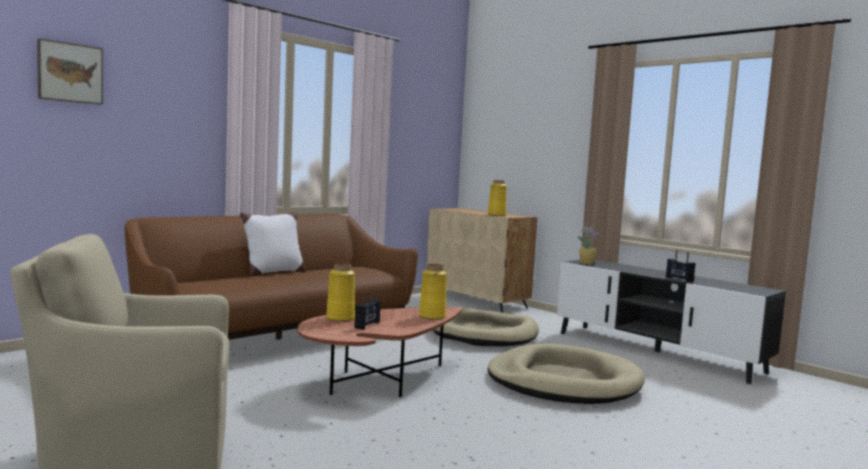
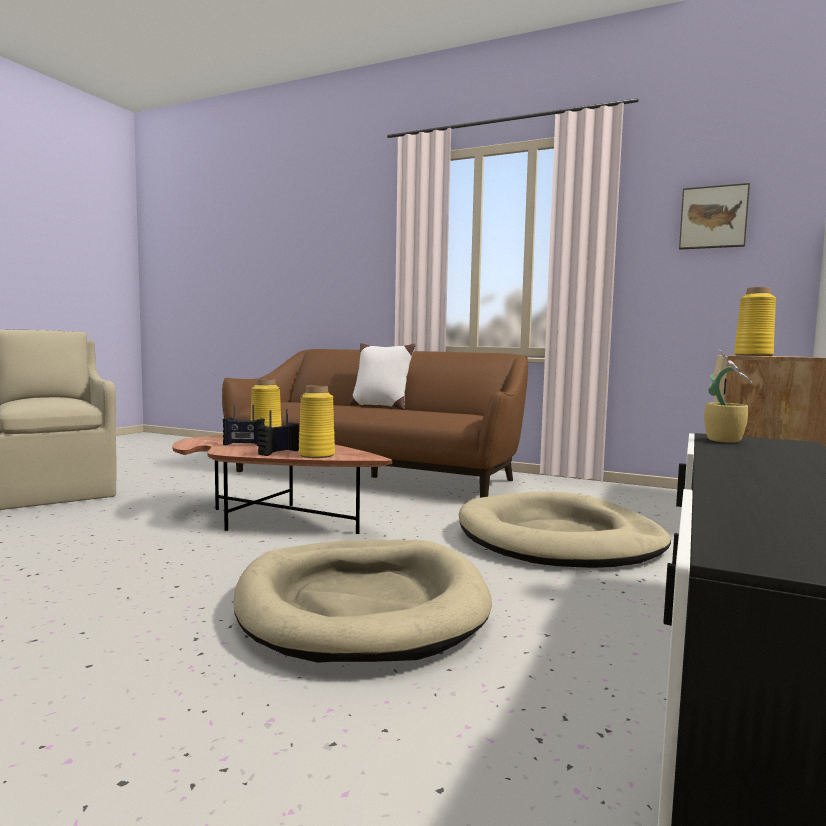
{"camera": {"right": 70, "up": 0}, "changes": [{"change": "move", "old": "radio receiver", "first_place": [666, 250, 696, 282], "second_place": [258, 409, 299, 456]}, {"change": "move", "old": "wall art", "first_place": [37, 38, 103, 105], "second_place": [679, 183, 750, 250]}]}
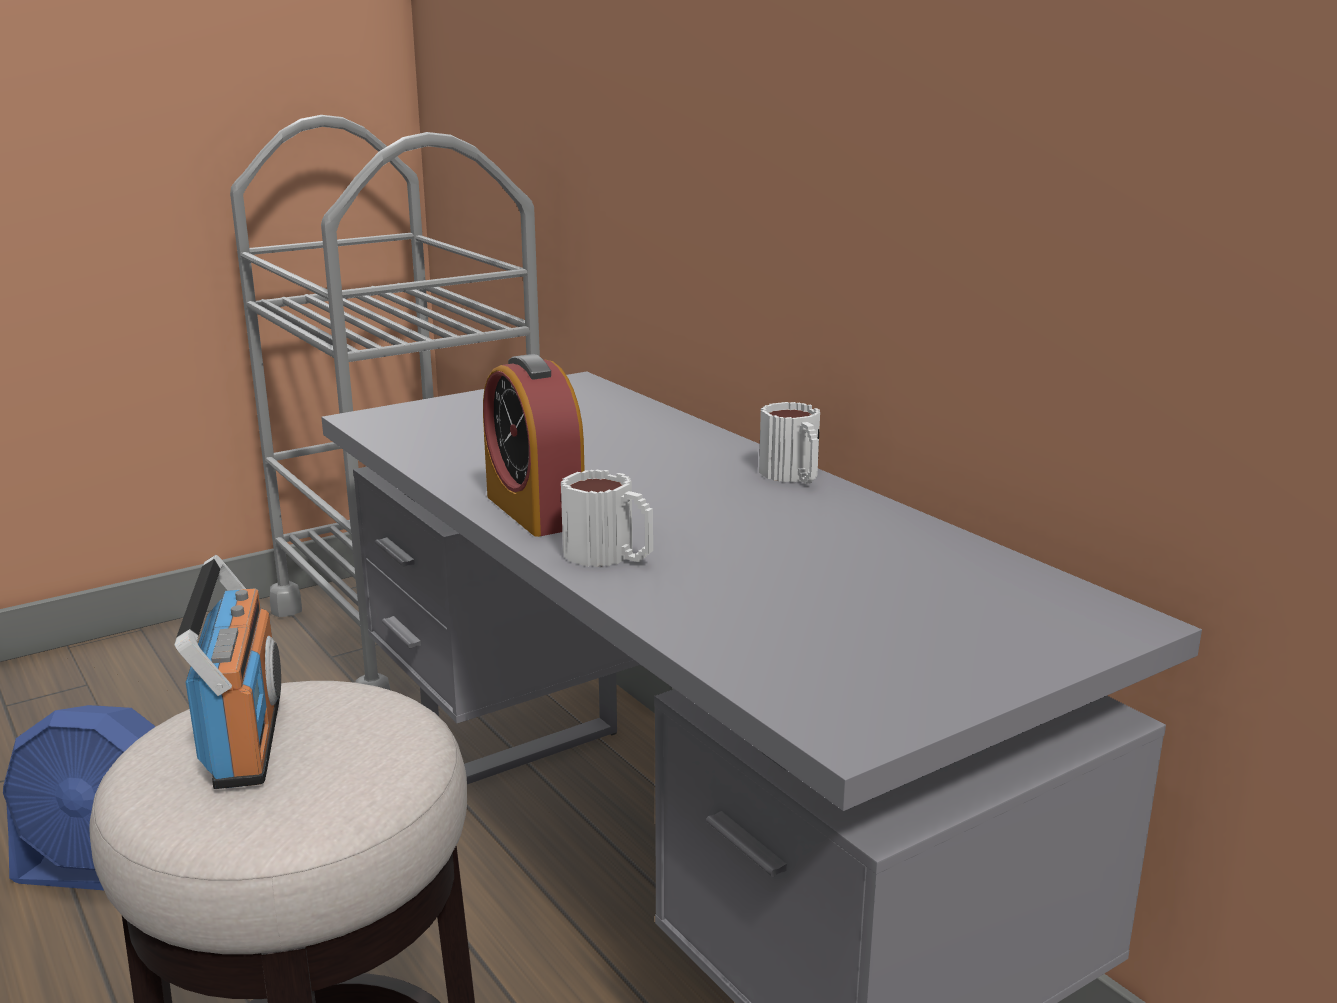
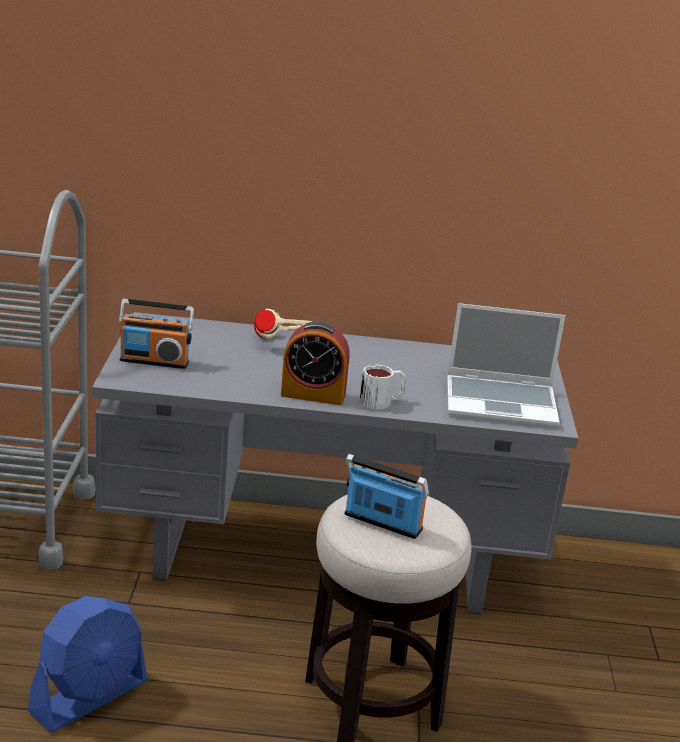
{"camera": {"right": -55, "up": 5}, "changes": [{"change": "insert", "new": "radio receiver", "second_place": [119, 299, 194, 369]}, {"change": "insert", "new": "beige-coloured headphones", "second_place": [254, 308, 312, 339]}, {"change": "insert", "new": "notebook computer", "second_place": [447, 303, 566, 428]}, {"change": "delete", "old": "mug", "first_place": [759, 402, 820, 484]}]}
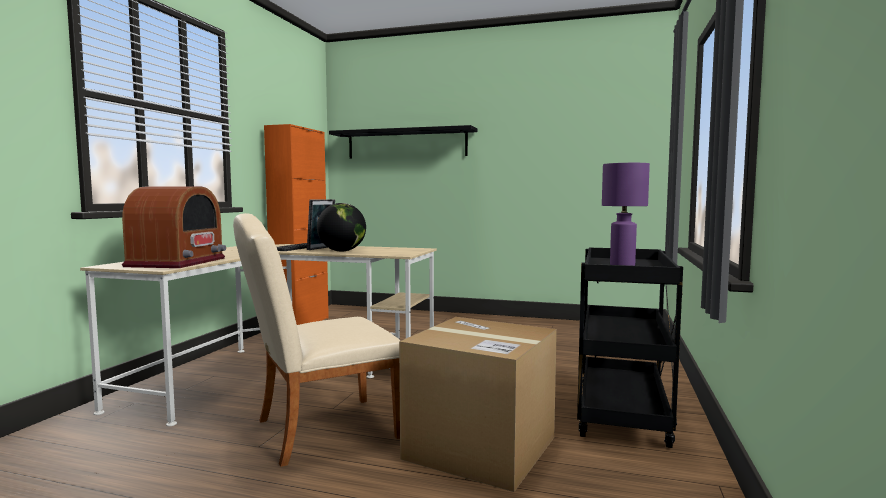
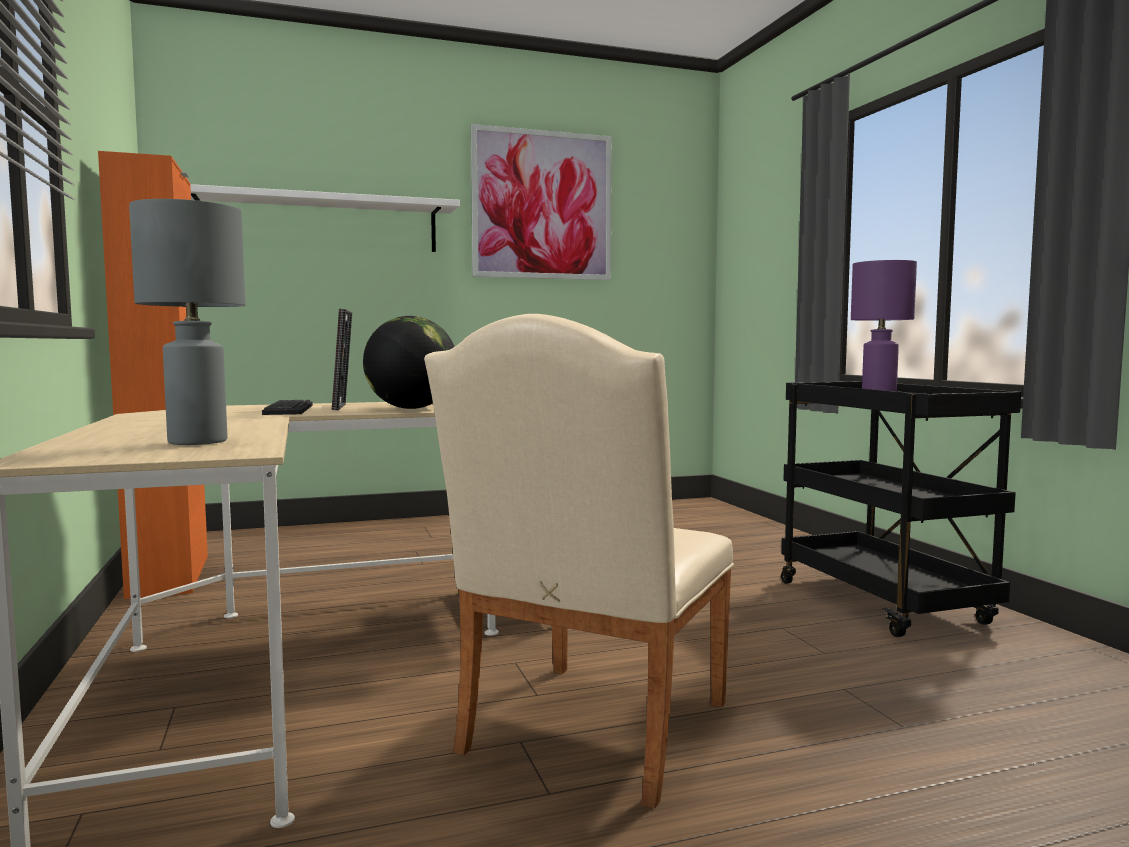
{"camera": {"right": -35, "up": 0}, "changes": [{"change": "replace", "old": "radio receiver", "new": "greyish table lamp", "first_place": [122, 186, 226, 268], "second_place": [129, 199, 245, 445]}, {"change": "recolor", "old": "black-coloured shelf", "new": "white-coloured shelf", "first_place": [329, 125, 477, 159], "second_place": [190, 184, 460, 252]}, {"change": "insert", "new": "wall art", "second_place": [471, 124, 612, 280]}, {"change": "delete", "old": "carton", "first_place": [399, 317, 557, 492]}]}
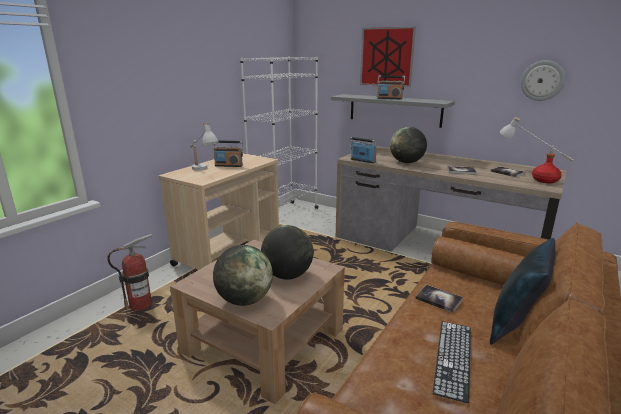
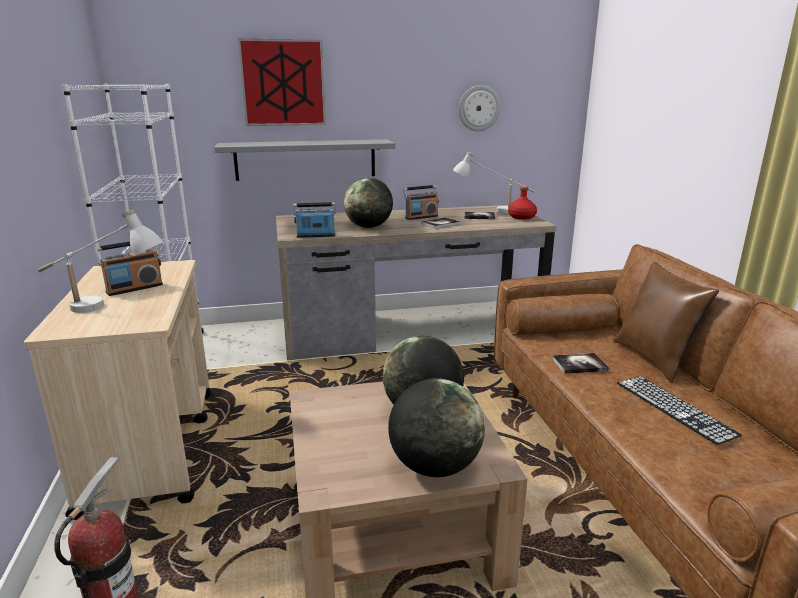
{"camera": {"right": -45, "up": 0}, "changes": [{"change": "move", "old": "radio receiver", "first_place": [377, 75, 405, 99], "second_place": [403, 185, 439, 220]}, {"change": "recolor", "old": "blue-coloured throw pillow", "new": "brownish throw pillow", "first_place": [490, 238, 555, 345], "second_place": [613, 262, 719, 383]}]}
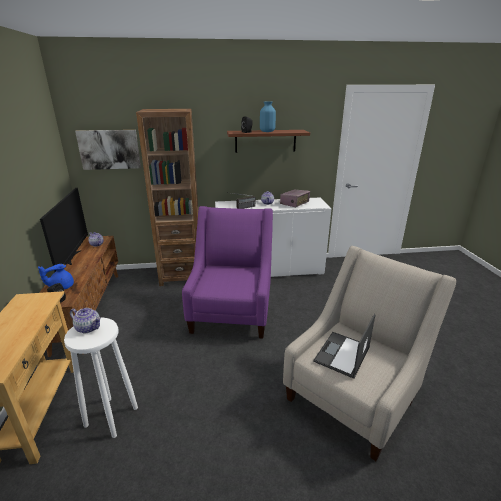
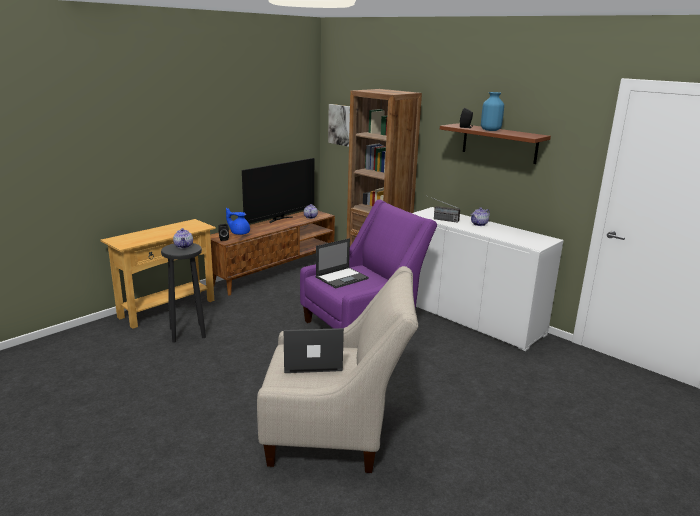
{"camera": {"right": 50, "up": -5}, "changes": [{"change": "recolor", "old": "white-coloured stool", "new": "black-coloured stool", "first_place": [64, 318, 138, 438], "second_place": [161, 243, 206, 343]}, {"change": "insert", "new": "notebook computer", "second_place": [316, 238, 369, 288]}, {"change": "delete", "old": "radio receiver", "first_place": [280, 189, 310, 207]}]}
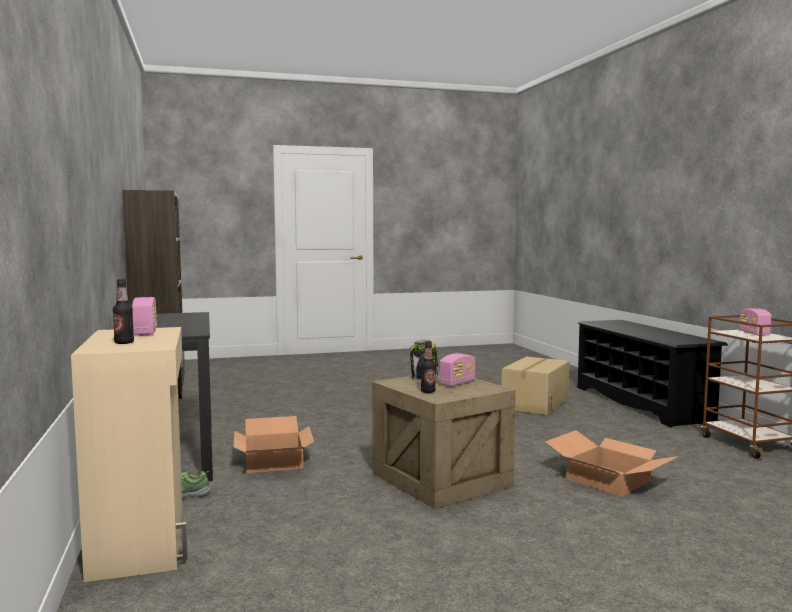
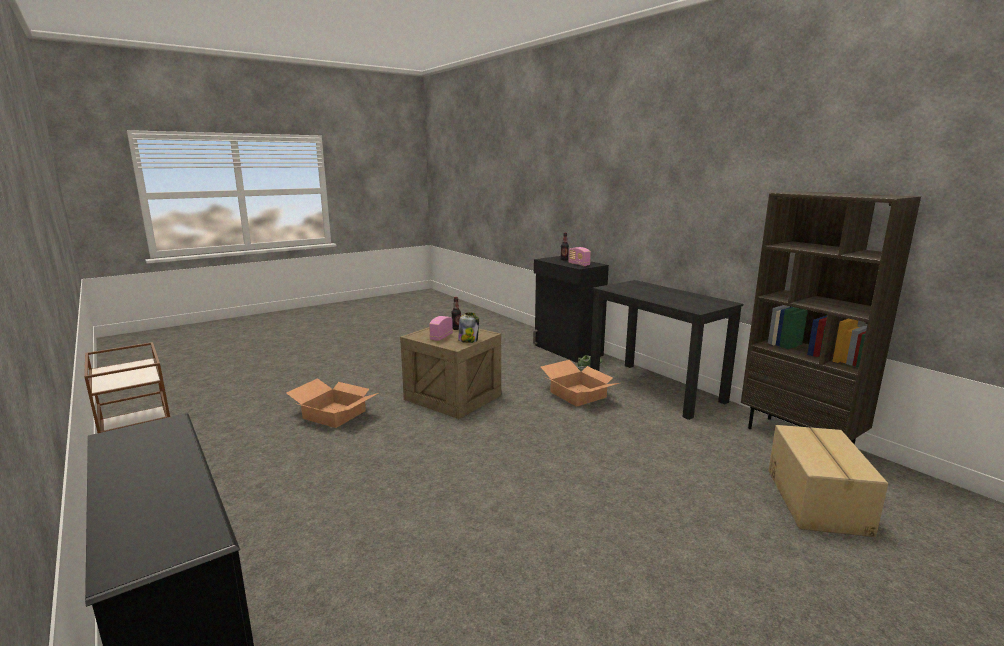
{"camera": {"right": 160, "up": 10}, "changes": [{"change": "recolor", "old": "beige-coloured cupboard", "new": "black-coloured cupboard", "first_place": [71, 327, 187, 582], "second_place": [533, 256, 609, 363]}, {"change": "move", "old": "carton", "first_place": [501, 357, 570, 415], "second_place": [768, 425, 888, 537]}, {"change": "delete", "old": "radio receiver", "first_place": [739, 308, 772, 336]}]}
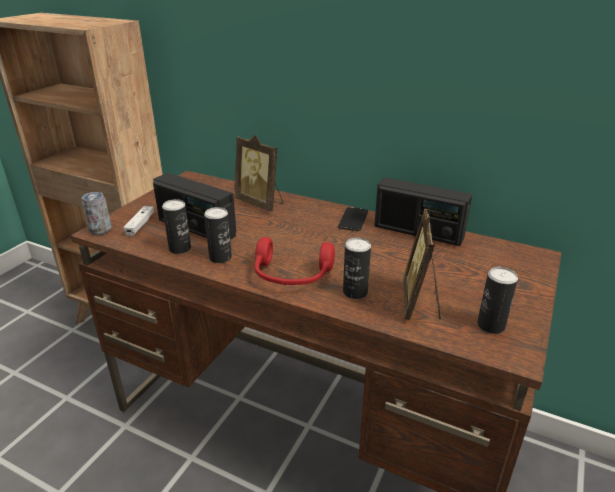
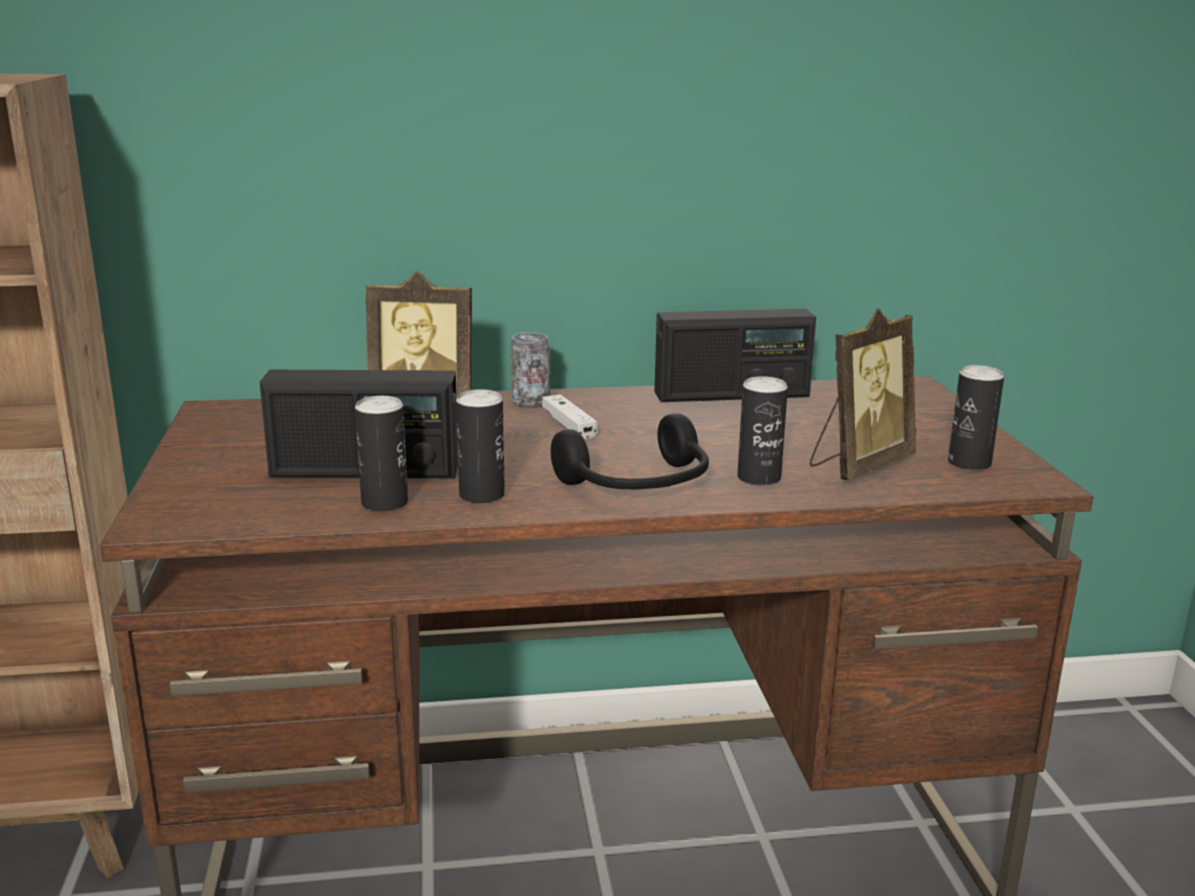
{"camera": {"right": -35, "up": -10}, "changes": [{"change": "move", "old": "sealed can", "first_place": [82, 192, 112, 235], "second_place": [510, 332, 550, 408]}, {"change": "move", "old": "white-coloured gamepad", "first_place": [123, 206, 154, 236], "second_place": [542, 394, 597, 440]}, {"change": "recolor", "old": "red-coloured headphones", "new": "black-coloured headphones", "first_place": [255, 237, 335, 285], "second_place": [550, 413, 709, 489]}, {"change": "rotate", "old": "photo frame", "first_place": [403, 209, 441, 320], "second_place": [809, 308, 916, 481], "degrees": -105}, {"change": "delete", "old": "phone", "first_place": [338, 207, 368, 231]}]}
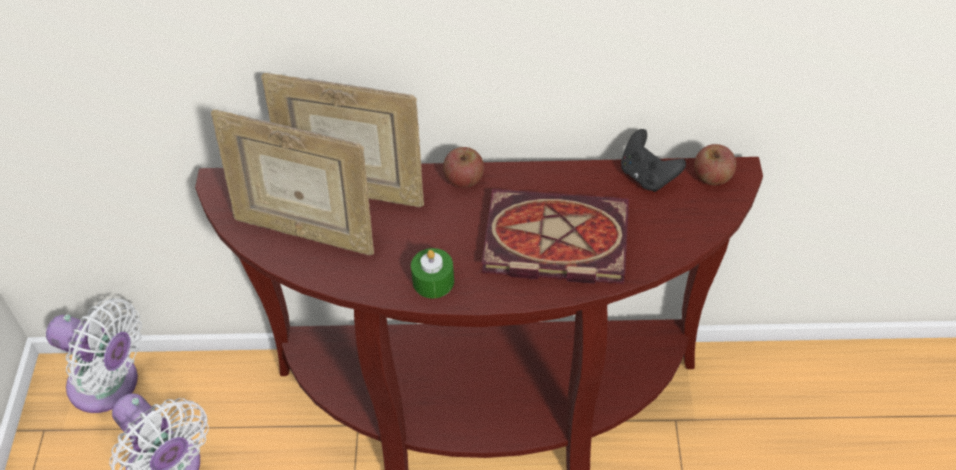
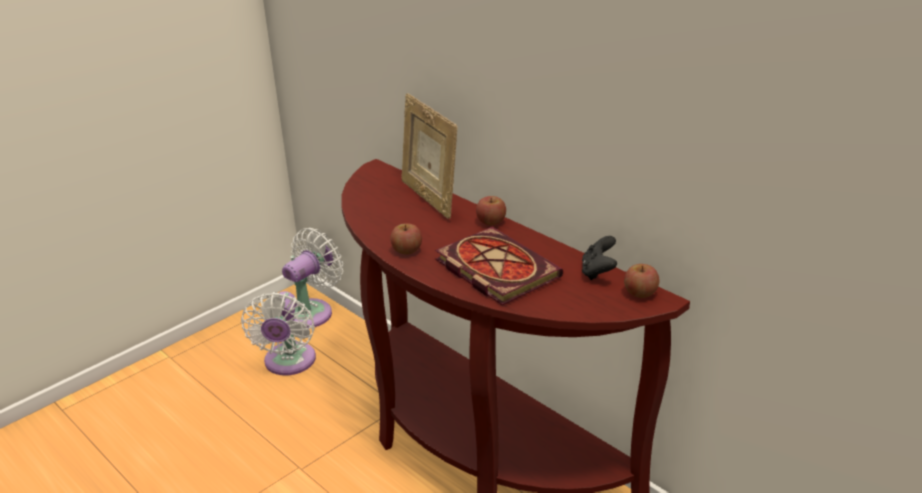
{"camera": {"right": 45, "up": -20}, "changes": [{"change": "rotate", "old": "white-coloured fan", "first_place": [46, 298, 142, 413], "second_place": [282, 228, 343, 328], "degrees": -120}, {"change": "replace", "old": "green-coloured wax candle", "new": "whole apple", "first_place": [411, 248, 454, 298], "second_place": [390, 223, 422, 254]}, {"change": "delete", "old": "photo frame", "first_place": [211, 110, 374, 255]}]}
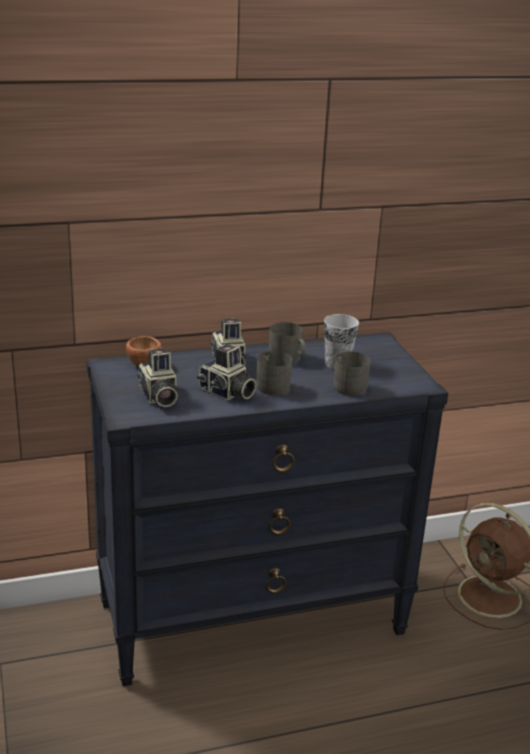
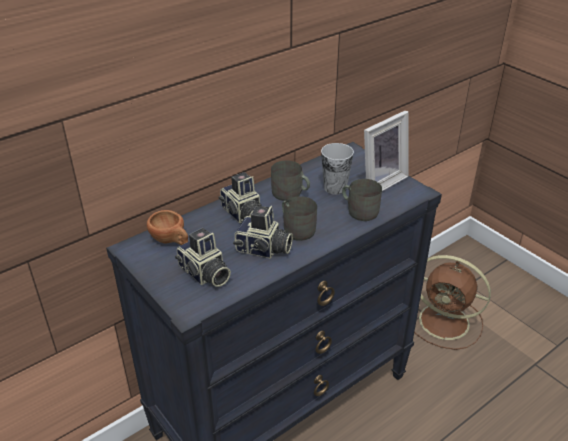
{"camera": {"right": -20, "up": 10}, "changes": [{"change": "insert", "new": "photo frame", "second_place": [364, 111, 408, 191]}]}
